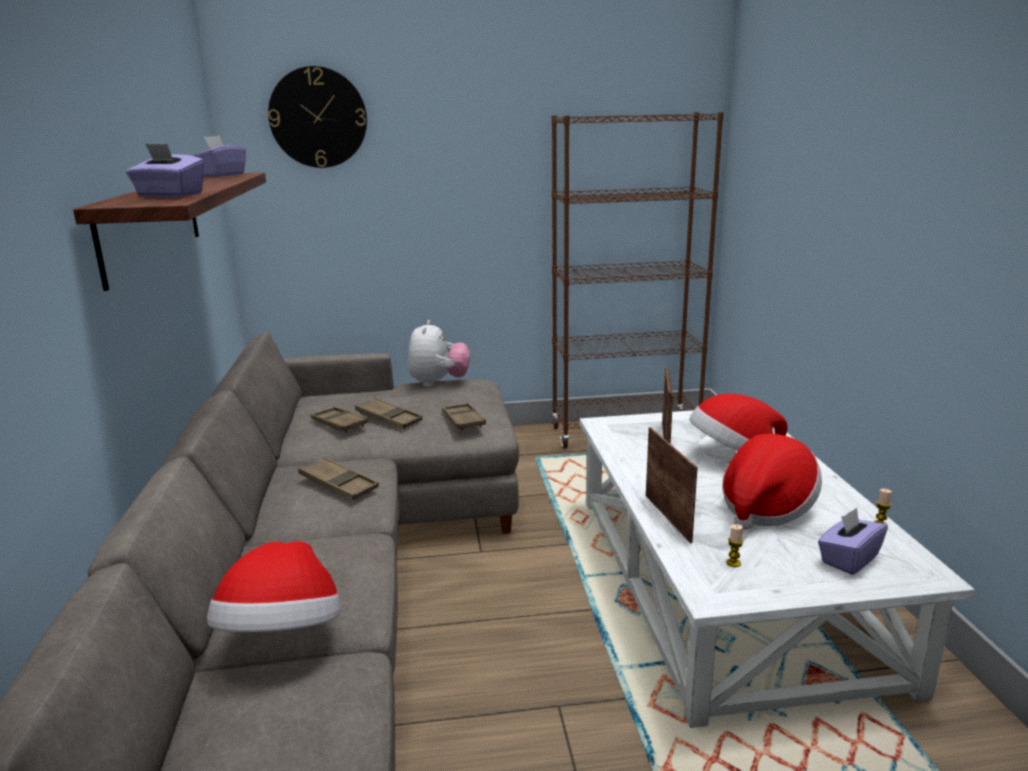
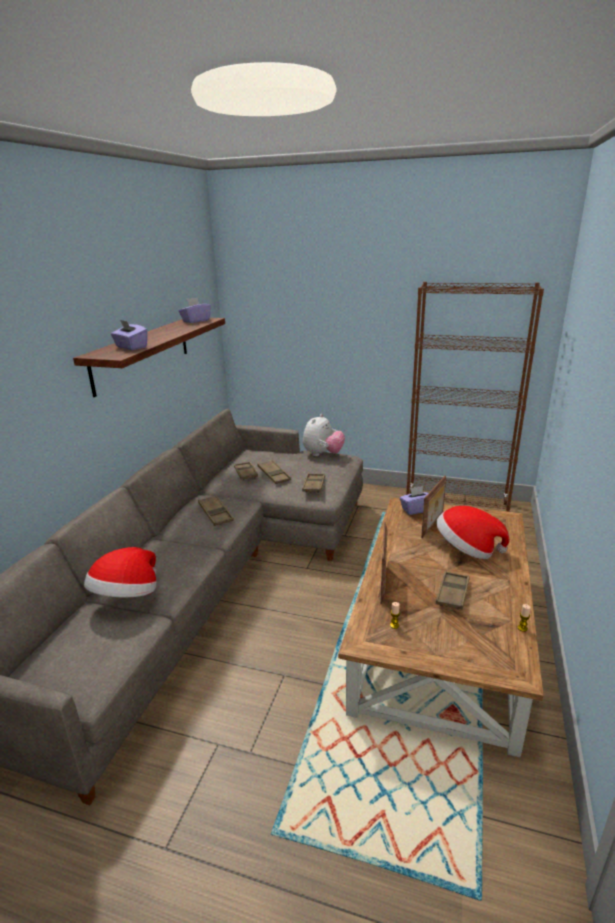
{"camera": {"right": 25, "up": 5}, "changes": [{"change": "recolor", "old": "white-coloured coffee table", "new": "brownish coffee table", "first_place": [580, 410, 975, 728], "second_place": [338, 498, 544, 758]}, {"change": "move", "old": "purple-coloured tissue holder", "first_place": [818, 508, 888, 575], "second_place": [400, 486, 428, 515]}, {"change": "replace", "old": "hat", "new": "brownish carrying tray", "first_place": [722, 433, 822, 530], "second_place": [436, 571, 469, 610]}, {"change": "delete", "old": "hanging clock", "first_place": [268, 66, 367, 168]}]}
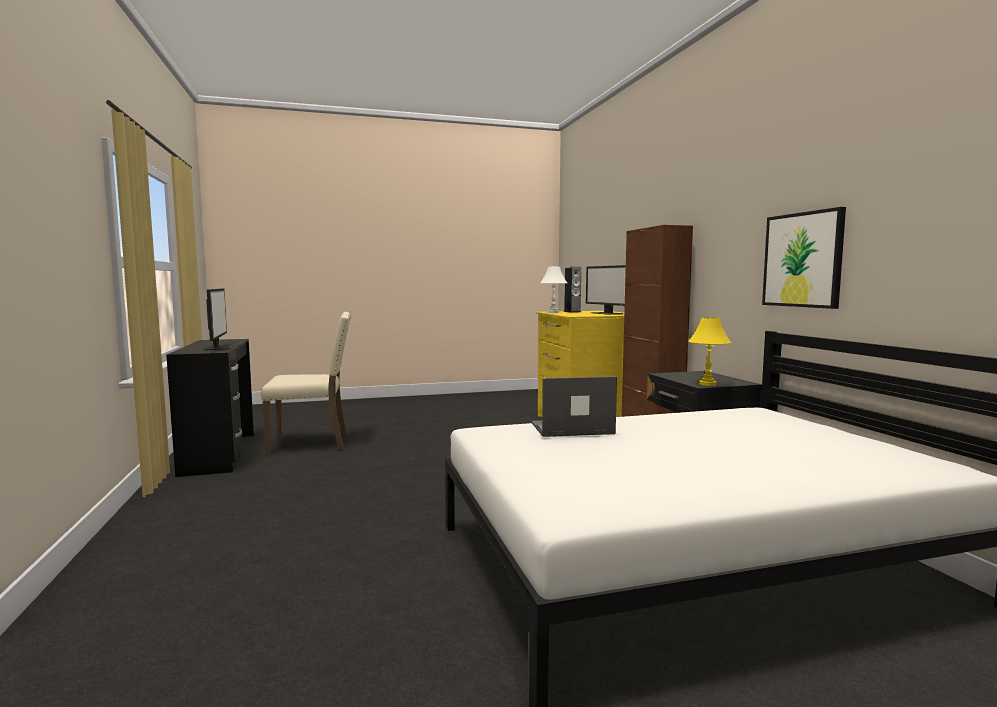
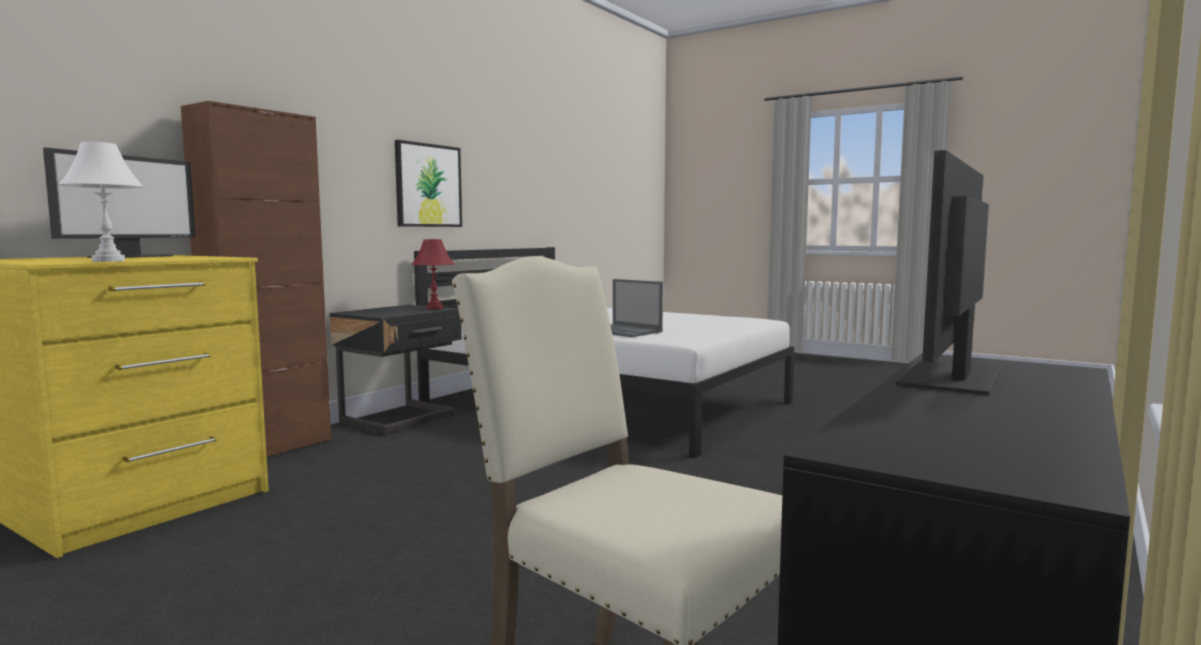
{"camera": {"right": -130, "up": 0}, "changes": [{"change": "recolor", "old": "yellowish table lamp", "new": "red-coloured table lamp", "first_place": [688, 317, 731, 386], "second_place": [412, 239, 454, 309]}, {"change": "delete", "old": "audio speaker", "first_place": [563, 266, 581, 313]}]}
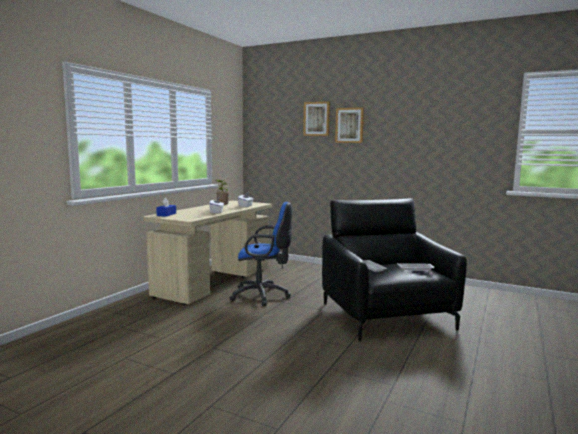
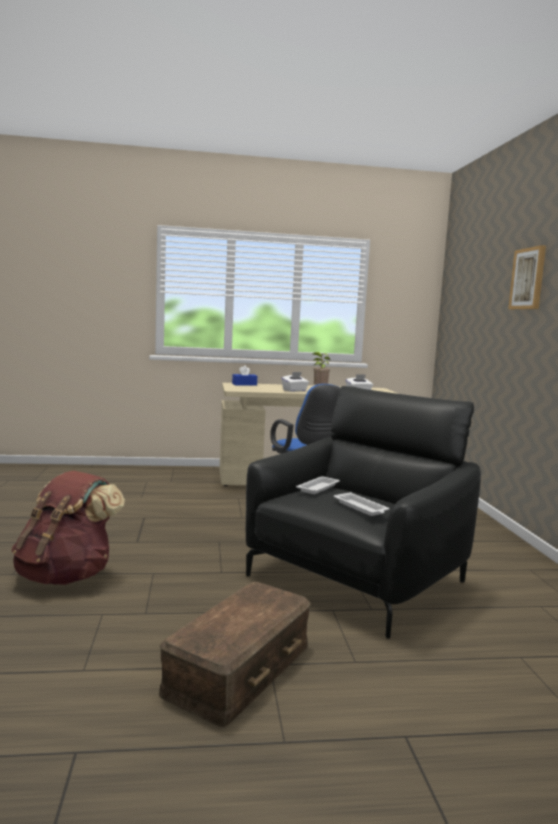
{"camera": {"right": 55, "up": 0}, "changes": [{"change": "insert", "new": "brownish knapsack", "second_place": [11, 471, 125, 585]}, {"change": "insert", "new": "brownish storage box", "second_place": [159, 582, 311, 727]}, {"change": "delete", "old": "wall art", "first_place": [303, 101, 330, 136]}]}
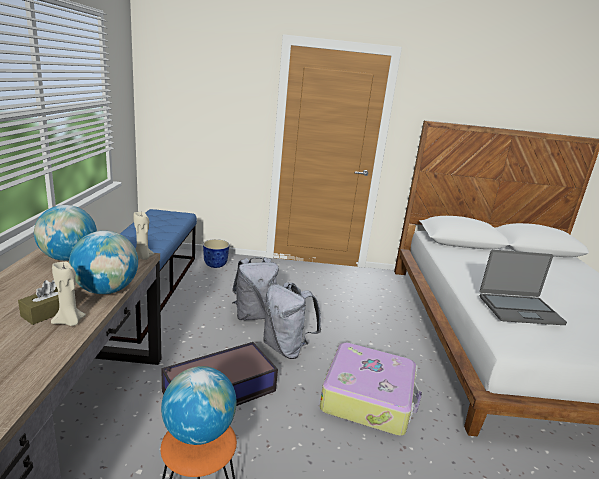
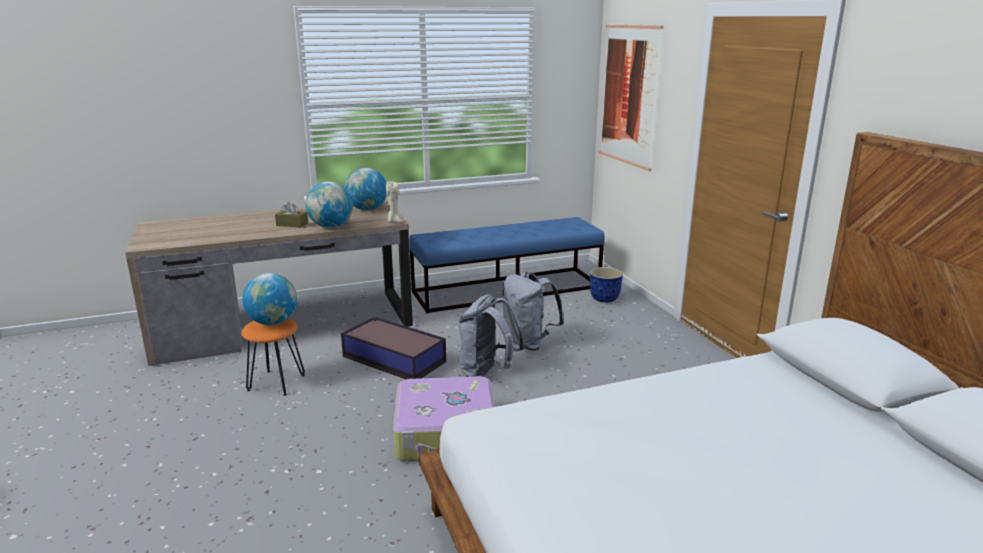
{"camera": {"right": 70, "up": 0}, "changes": [{"change": "insert", "new": "wall art", "second_place": [599, 24, 663, 171]}, {"change": "delete", "old": "beige-coloured wax candle", "first_place": [51, 262, 86, 326]}, {"change": "delete", "old": "notebook computer", "first_place": [480, 250, 567, 325]}]}
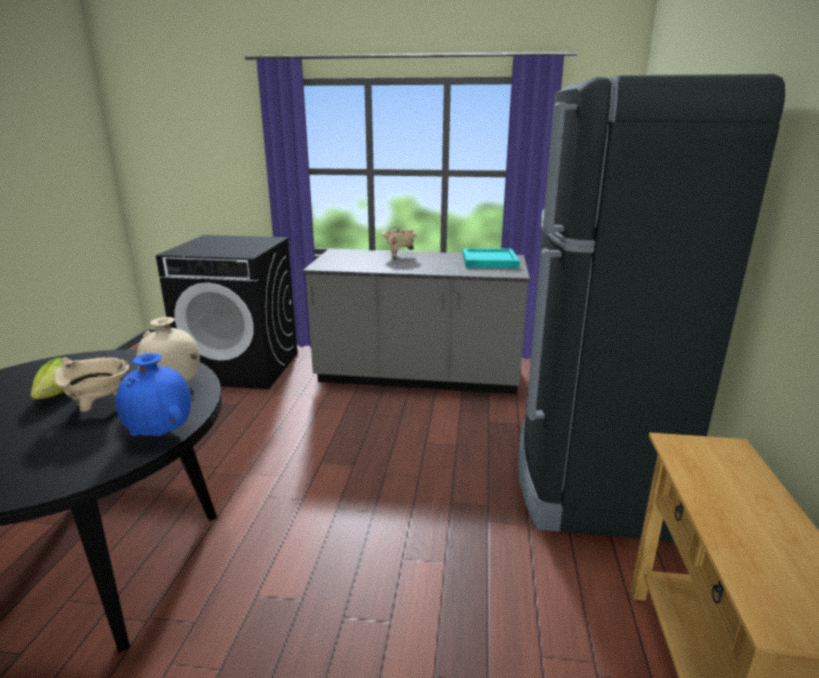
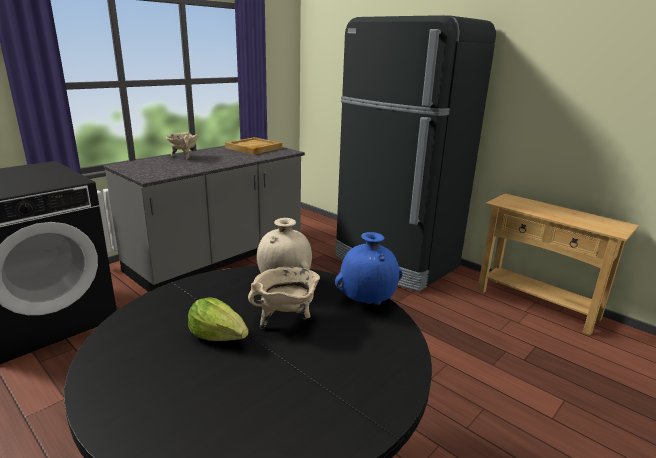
{"camera": {"right": -55, "up": 0}, "changes": [{"change": "recolor", "old": "turquoise-coloured carrying tray", "new": "beige-coloured carrying tray", "first_place": [463, 248, 520, 268], "second_place": [225, 137, 282, 155]}]}
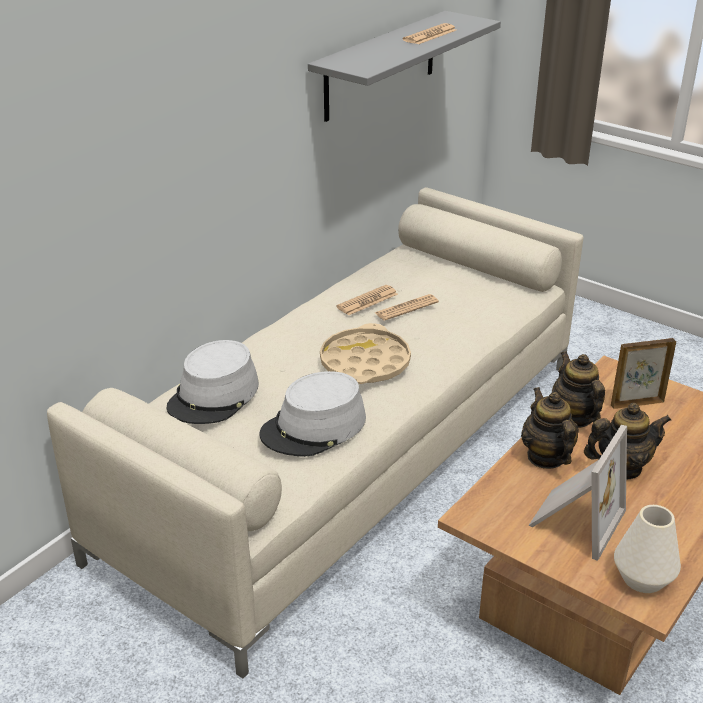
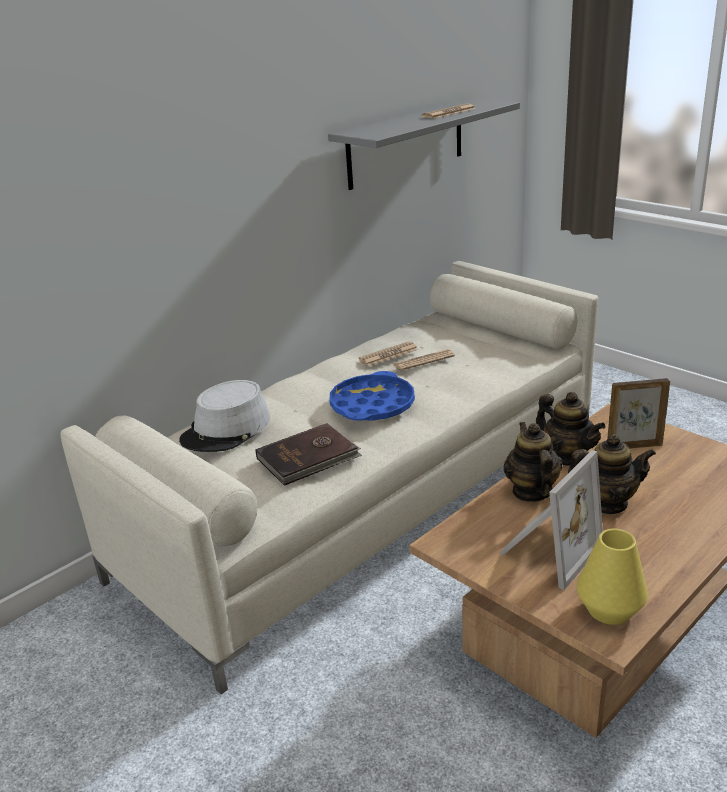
{"camera": {"right": 10, "up": -5}, "changes": [{"change": "replace", "old": "greyish hat", "new": "brownish bound book", "first_place": [259, 371, 366, 457], "second_place": [255, 423, 362, 486]}, {"change": "recolor", "old": "beige-coloured carrying tray", "new": "blue-coloured carrying tray", "first_place": [320, 323, 411, 384], "second_place": [330, 371, 415, 421]}, {"change": "rotate", "old": "teapot", "first_place": [552, 352, 605, 428], "second_place": [536, 392, 606, 466], "degrees": 150}, {"change": "recolor", "old": "white-coloured decorative vase", "new": "yellowish decorative vase", "first_place": [614, 505, 681, 593], "second_place": [577, 529, 648, 625]}]}
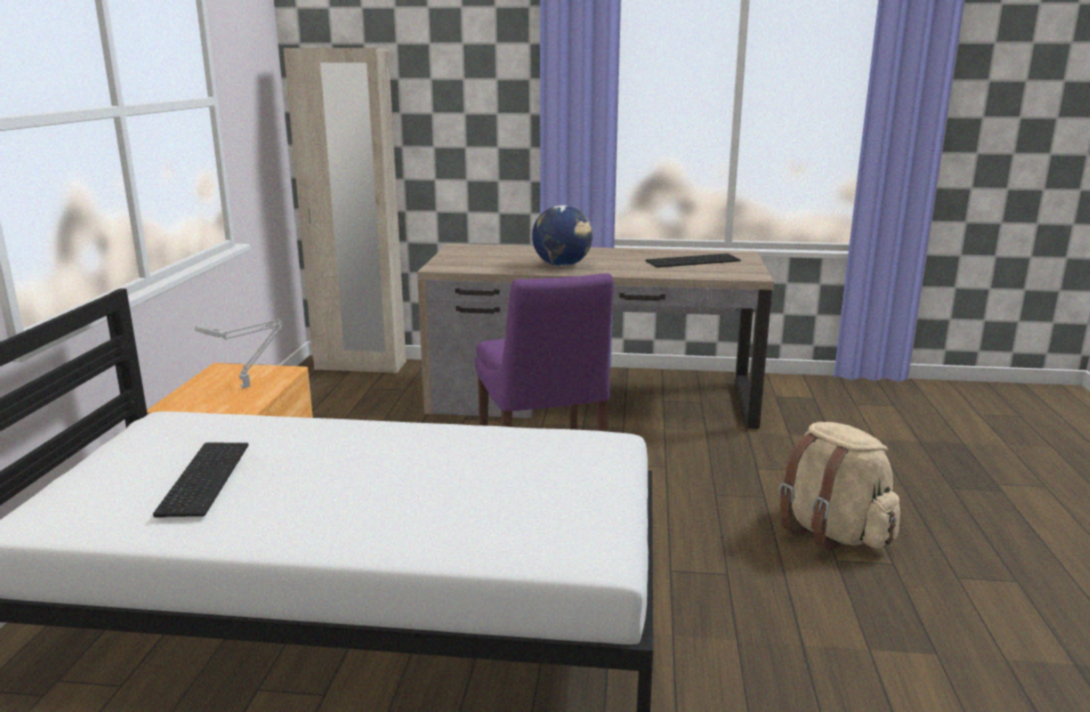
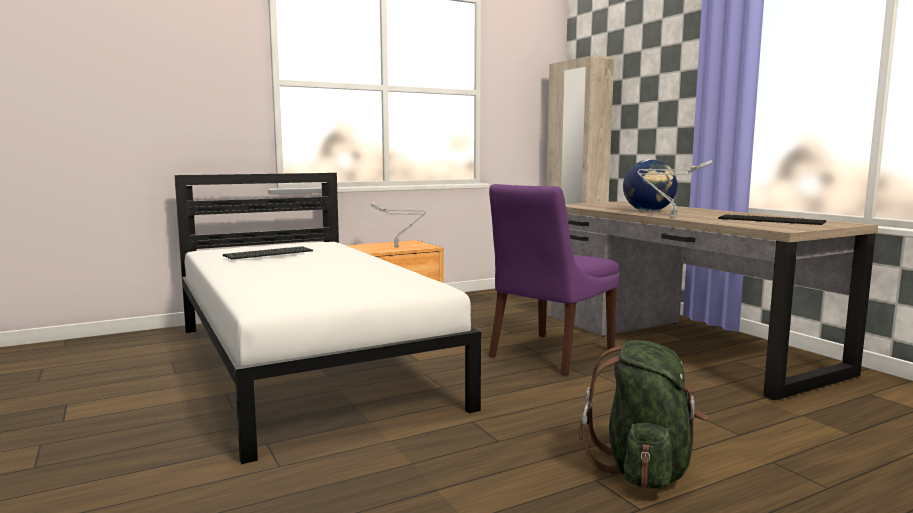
{"camera": {"right": 55, "up": -10}, "changes": [{"change": "recolor", "old": "beige-coloured knapsack", "new": "green-coloured knapsack", "first_place": [779, 422, 900, 551], "second_place": [579, 340, 708, 489]}, {"change": "insert", "new": "greyish table lamp", "second_place": [637, 160, 713, 218]}]}
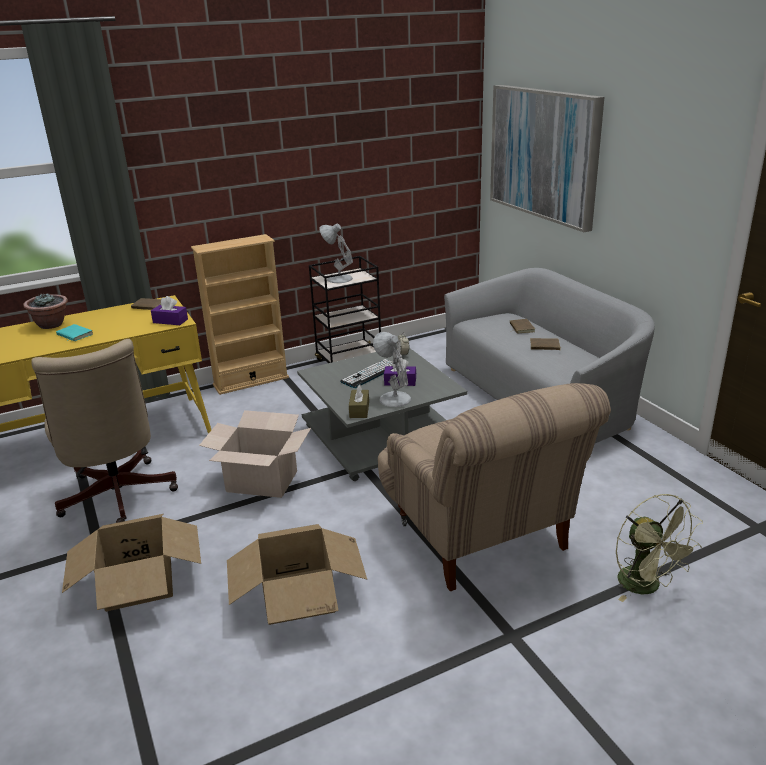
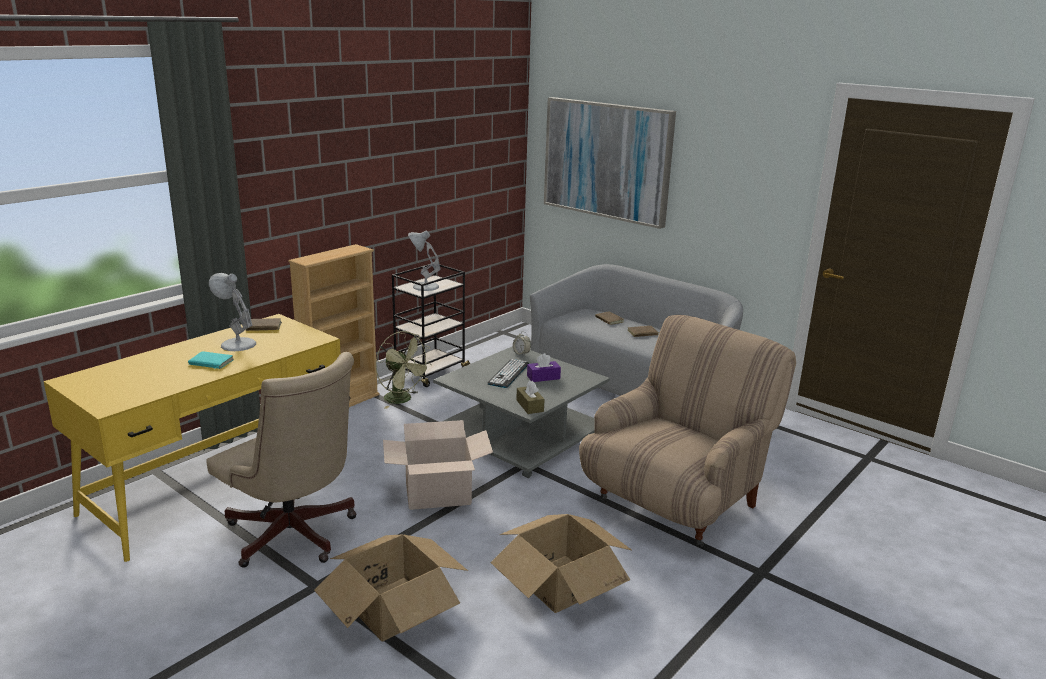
{"camera": {"right": -25, "up": -5}, "changes": [{"change": "move", "old": "white-coloured table lamp", "first_place": [373, 332, 411, 407], "second_place": [209, 273, 256, 351]}, {"change": "move", "old": "green-coloured fan", "first_place": [616, 494, 703, 602], "second_place": [376, 331, 432, 409]}, {"change": "rotate", "old": "beige-coloured easy chair", "first_place": [378, 383, 611, 591], "second_place": [579, 315, 796, 547], "degrees": -90}, {"change": "delete", "old": "potted plant", "first_place": [23, 293, 68, 329]}, {"change": "delete", "old": "purple-coloured tissue holder", "first_place": [151, 296, 188, 325]}]}
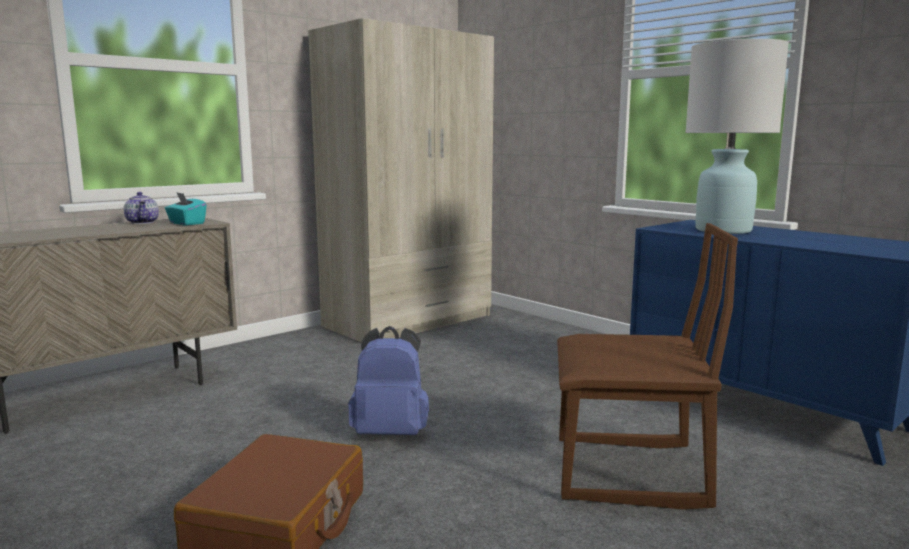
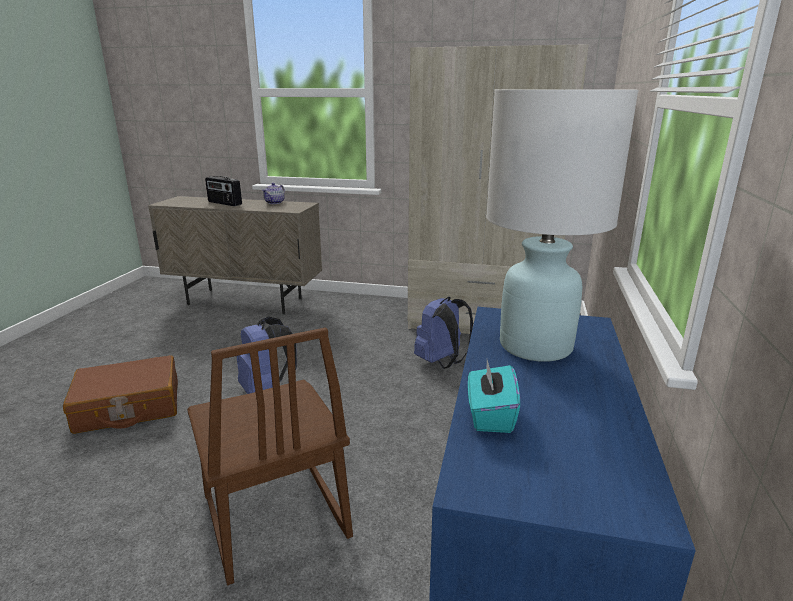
{"camera": {"right": 55, "up": 10}, "changes": [{"change": "insert", "new": "radio receiver", "second_place": [205, 176, 242, 206]}, {"change": "insert", "new": "blue-coloured knapsack", "second_place": [414, 297, 473, 369]}, {"change": "move", "old": "turquoise-coloured tissue holder", "first_place": [165, 192, 206, 225], "second_place": [468, 360, 520, 433]}]}
